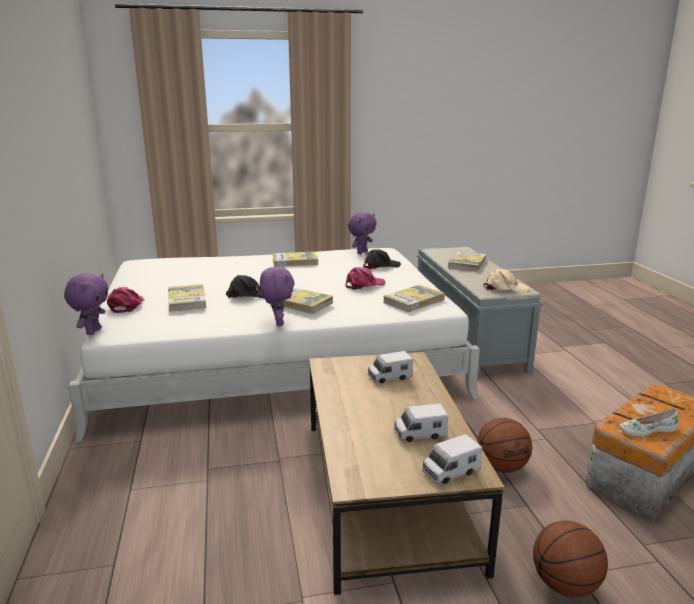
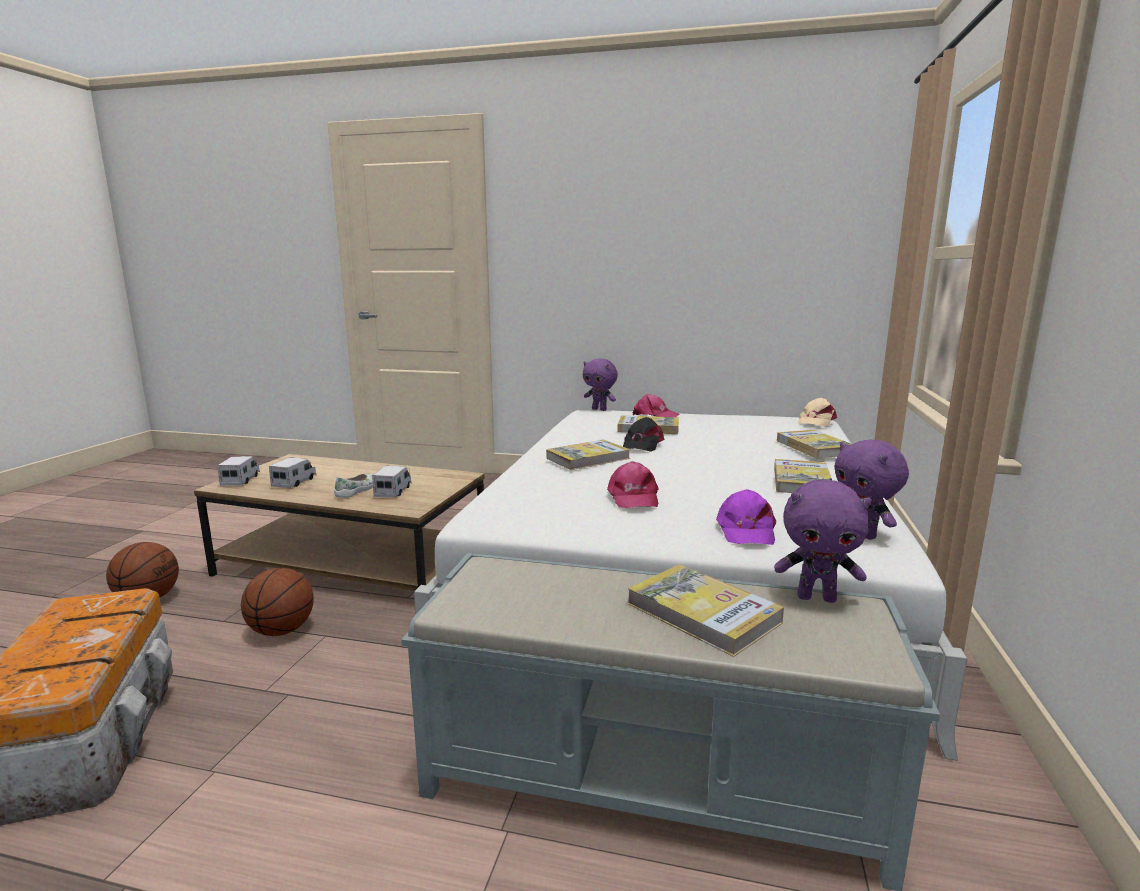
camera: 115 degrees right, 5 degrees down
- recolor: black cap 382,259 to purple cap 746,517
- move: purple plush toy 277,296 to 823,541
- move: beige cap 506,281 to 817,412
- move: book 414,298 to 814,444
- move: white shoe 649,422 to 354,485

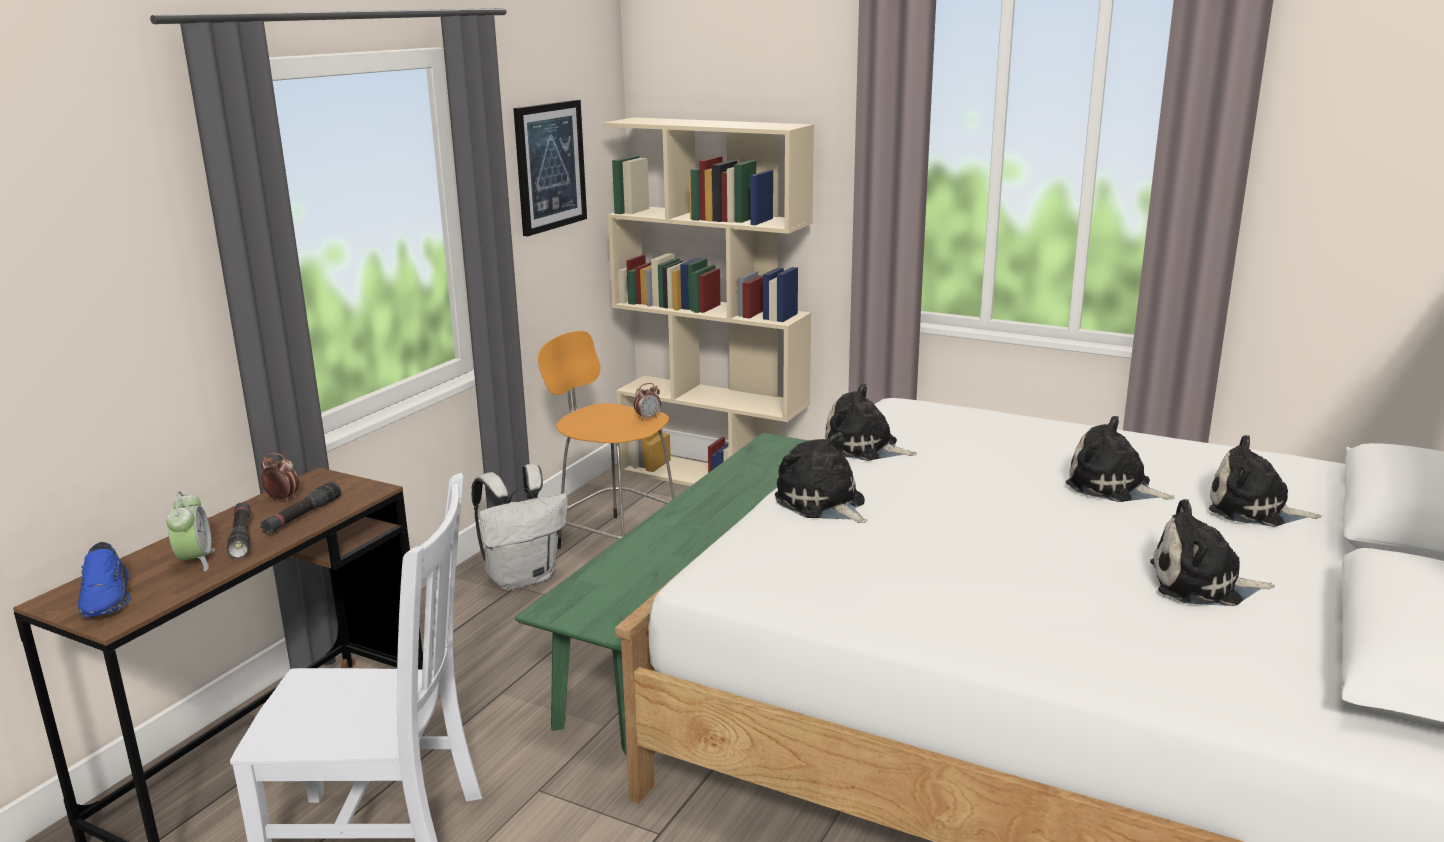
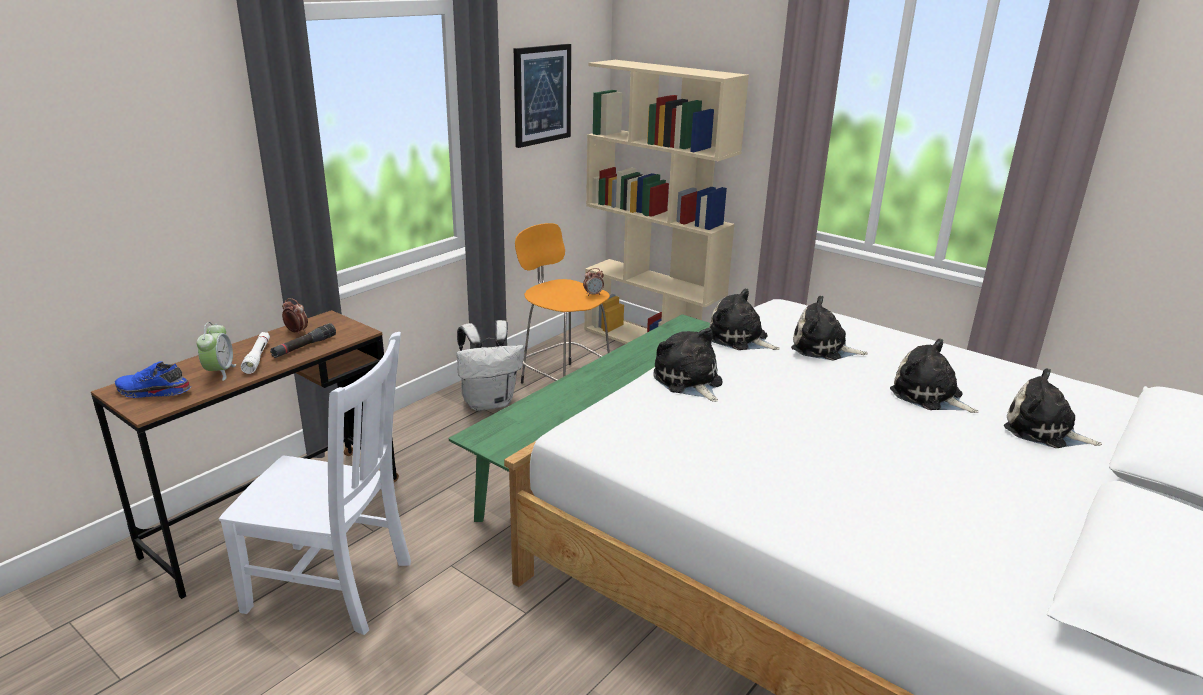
camera: 10 degrees right, 5 degrees up
- move: plush toy 1212,552 to 829,328
- recolor: black flashlight 238,530 to white flashlight 255,353
- rotate: blue shoe 104,580 = 153,379 105 degrees clockwise

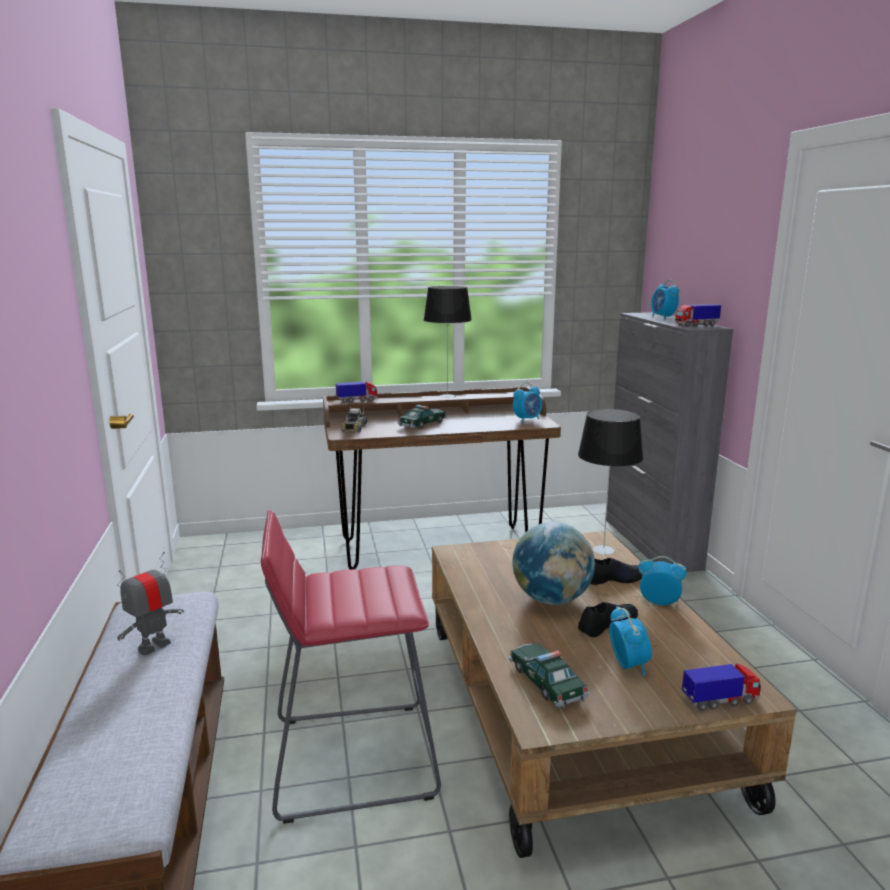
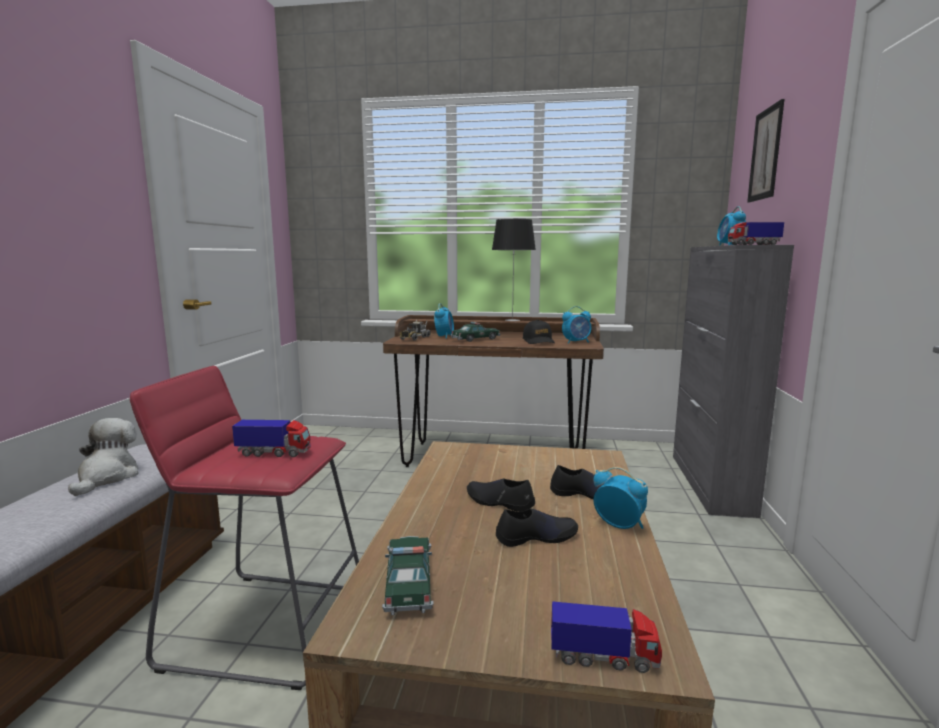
camera: 20 degrees right, 5 degrees down
- move: toy truck 356,392 to 271,438
- delete: table lamp 610,482
- replace: globe 553,563 to black shoe 501,495
- replace: toy robot 150,604 to plush toy 103,457
- move: alarm clock 630,641 to 444,321
- insert: picture 765,151
- insert: black cap 539,332

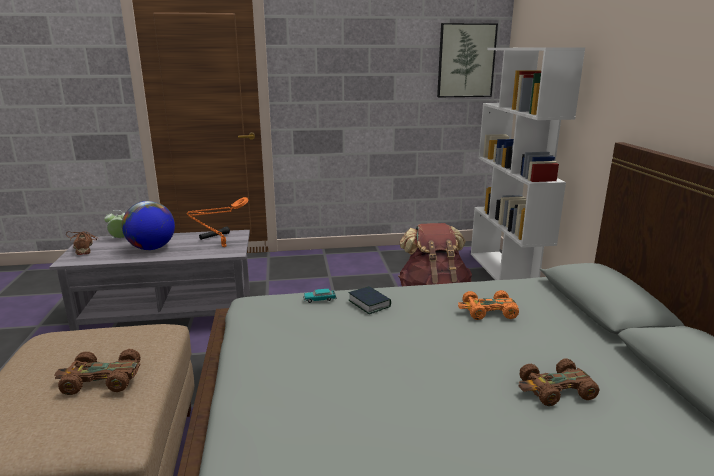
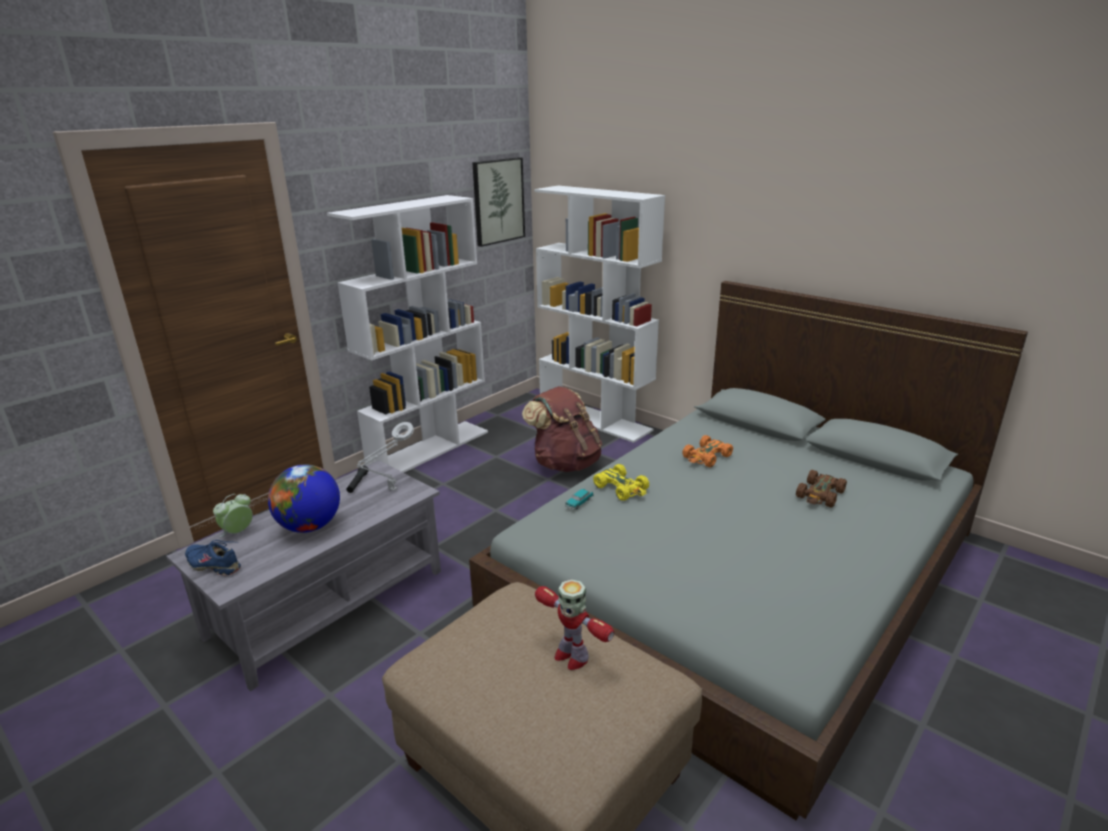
camera: 40 degrees left, 5 degrees up
- recolor: orange table lamp 218,222 to grey table lamp 385,456
- recolor: brown shoe 82,243 to blue shoe 213,558
- replace: book 370,300 to yellow toy car 621,482
- replace: brown toy car 97,372 to toy robot 574,624
- insert: white bookcase 407,334

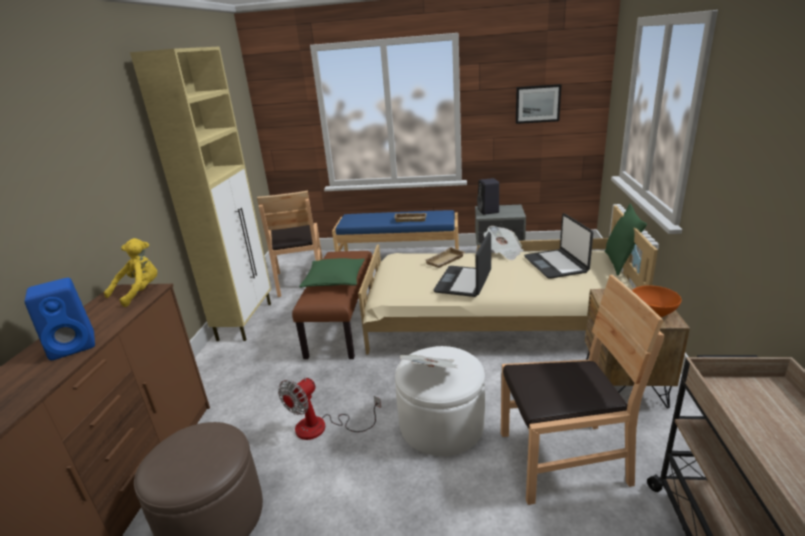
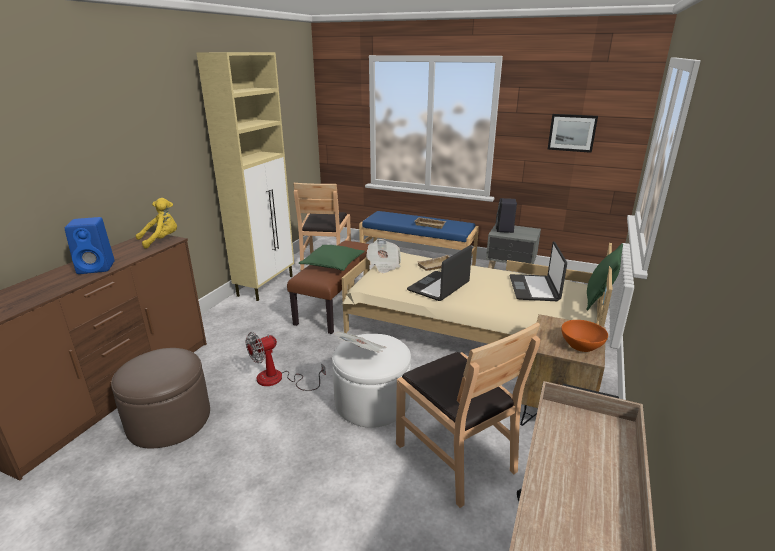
camera: 15 degrees right, 0 degrees up
- move: newspaper 504,243 to 383,256
- rotate: brown chair 582,390 = 468,415 45 degrees clockwise

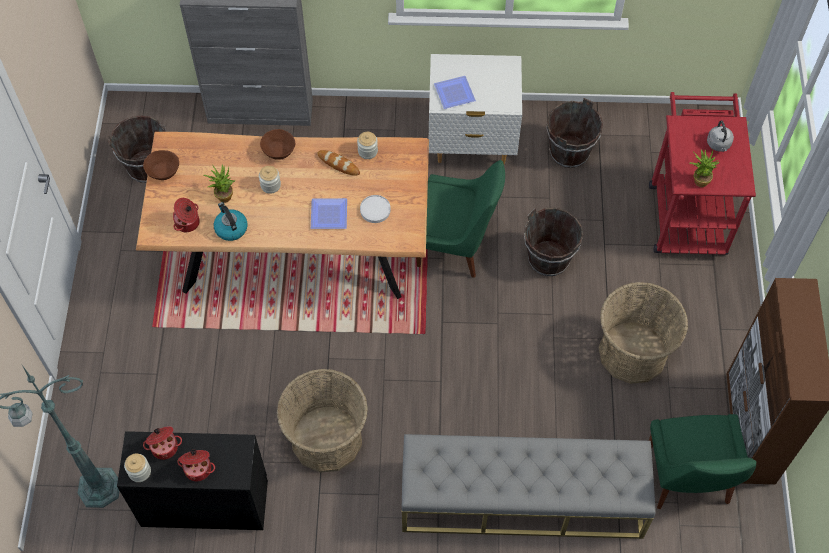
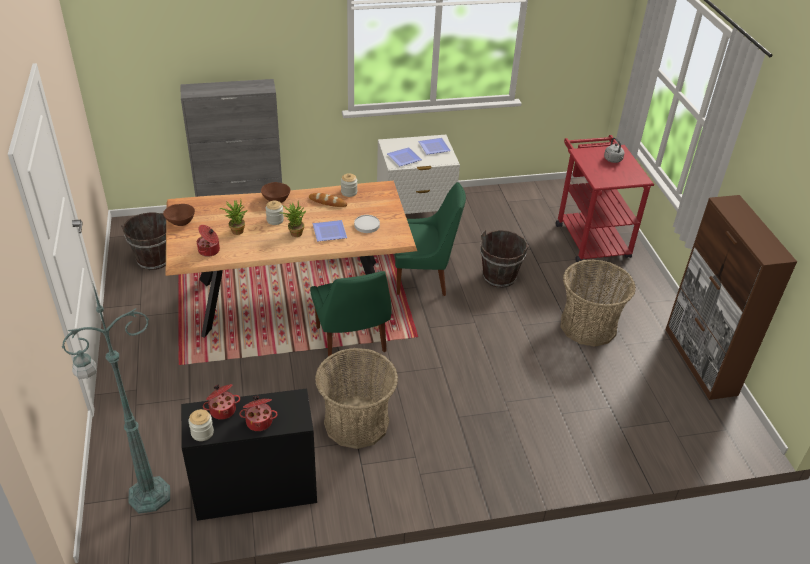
camera: 15 degrees left, 20 degrees down
- delete: brown bucket 574,133
- move: potted plant 704,168 to 293,219
- delete: kettle 230,221
- move: green chair 702,461 to 351,315
- delete: grey bench 529,486
- insert: plate 434,146

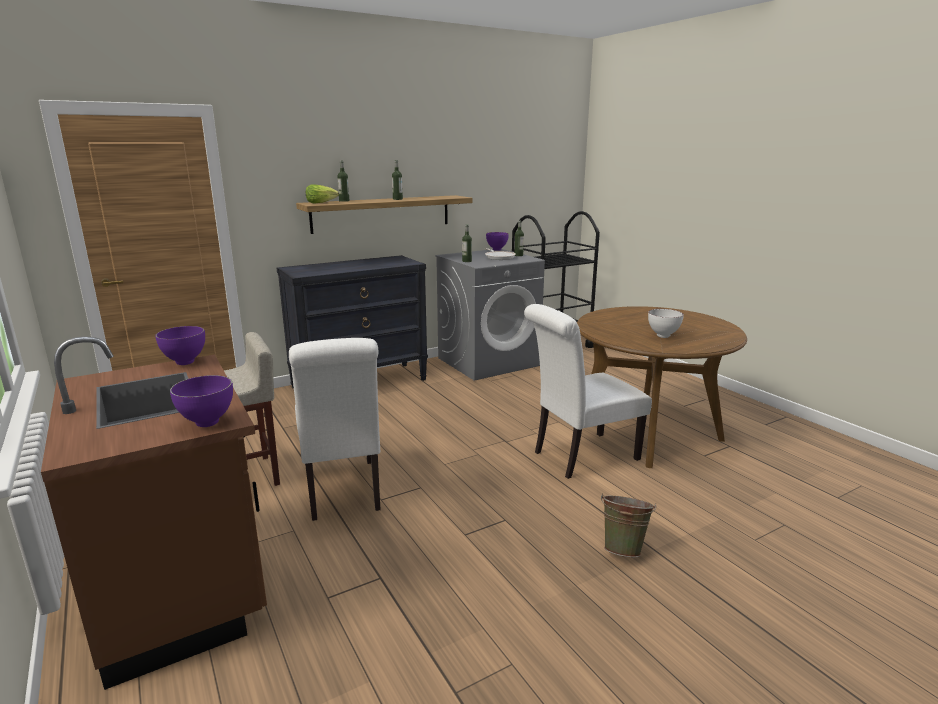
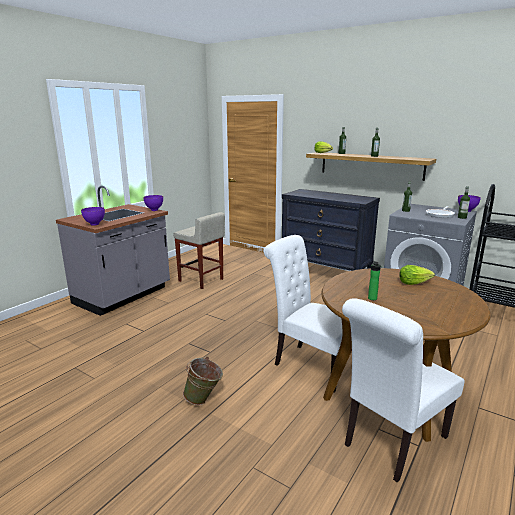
camera: 65 degrees right, 0 degrees up
- replace: white bowl 666,323 to bottle 375,280
- recolor: brown counter 154,513 to grey counter 113,251
- move: white chair 335,429 to 403,390
- insert: lettuce 417,275

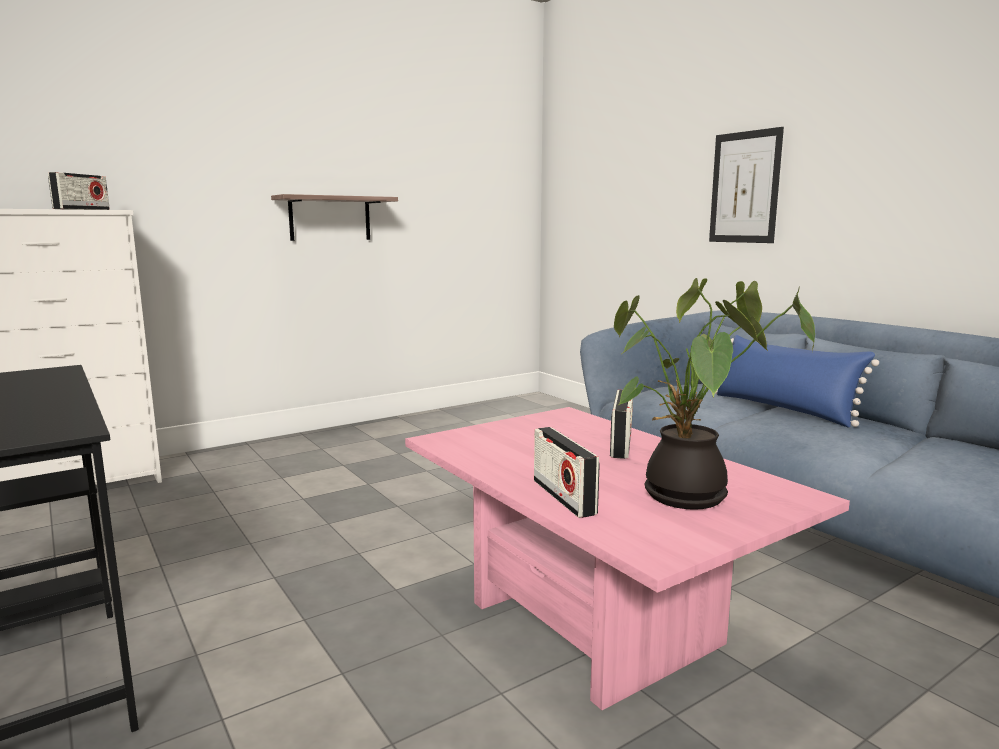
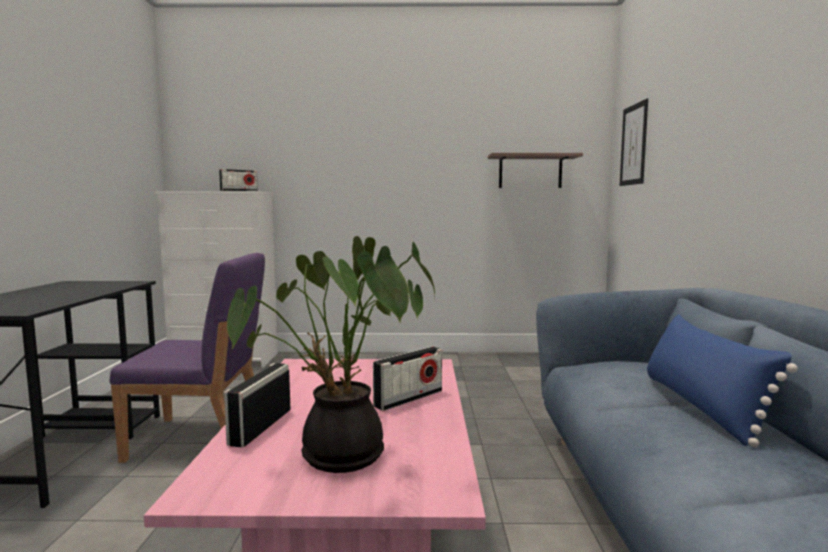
camera: 35 degrees right, 5 degrees down
- move: picture 746,185 to 634,142
- move: shelf 334,217 to 535,170
- insert: purple chair 187,358

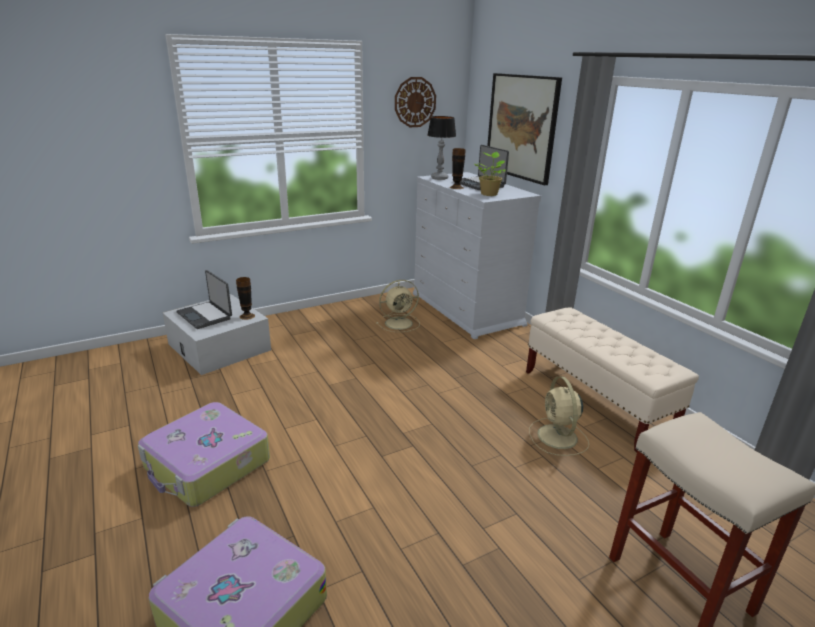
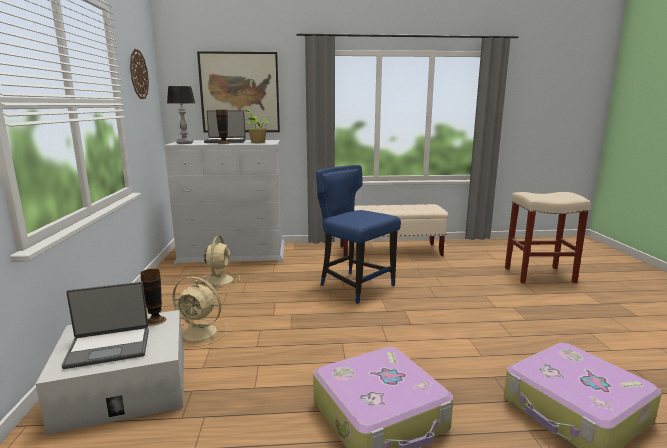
camera: 65 degrees left, 10 degrees down
- move: beige fan 559,416 to 200,311
- insert: blue chair 358,234

